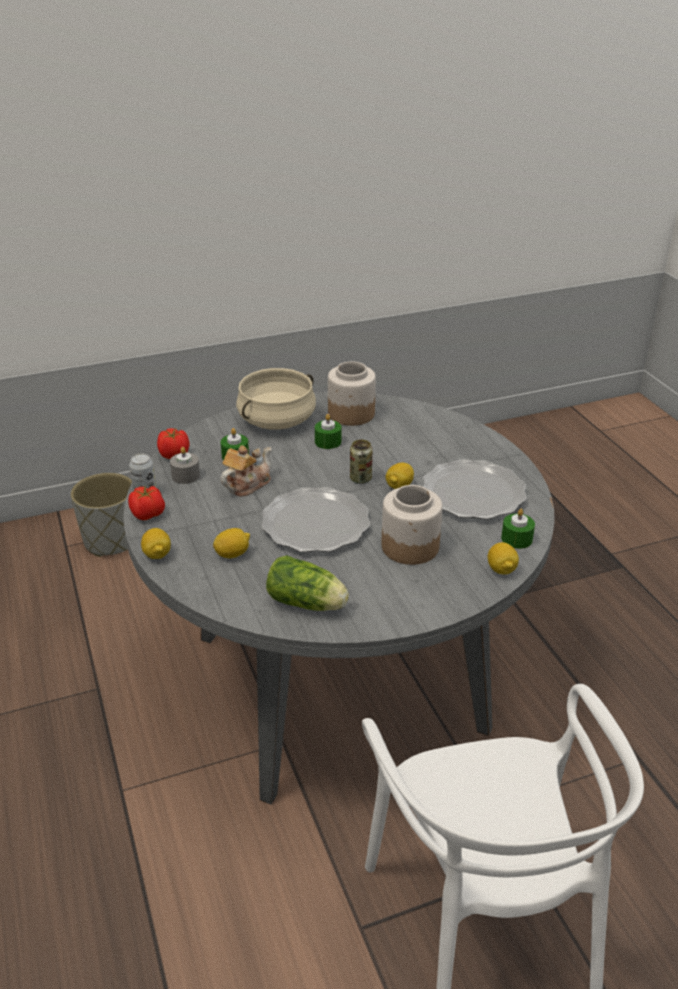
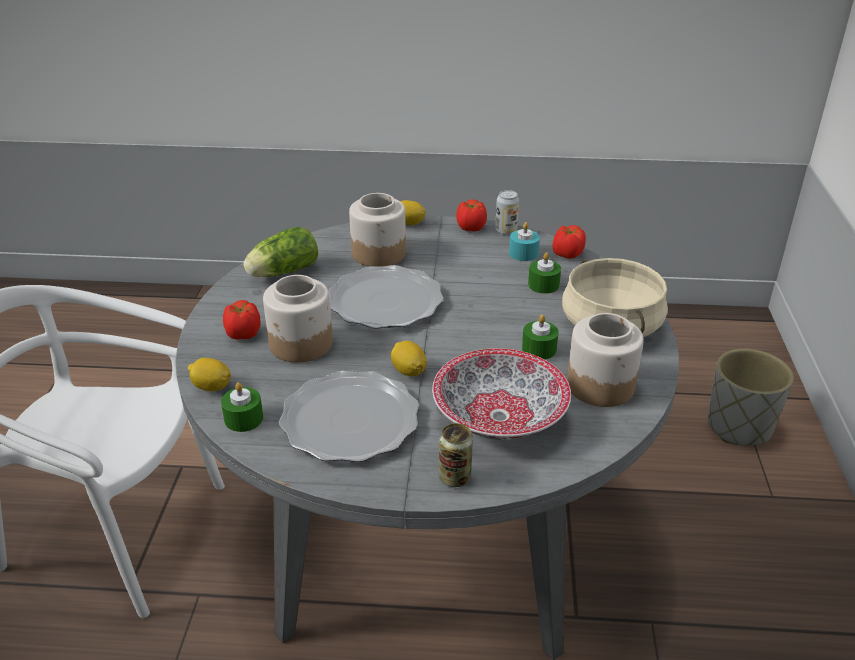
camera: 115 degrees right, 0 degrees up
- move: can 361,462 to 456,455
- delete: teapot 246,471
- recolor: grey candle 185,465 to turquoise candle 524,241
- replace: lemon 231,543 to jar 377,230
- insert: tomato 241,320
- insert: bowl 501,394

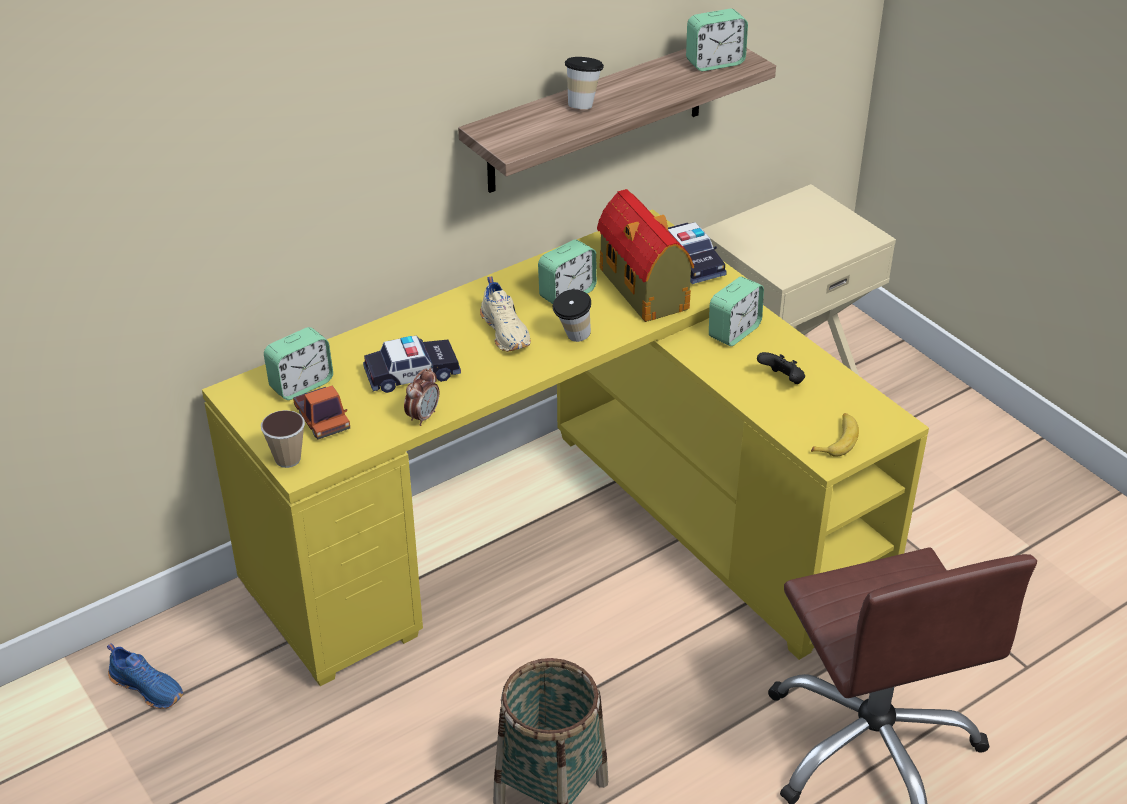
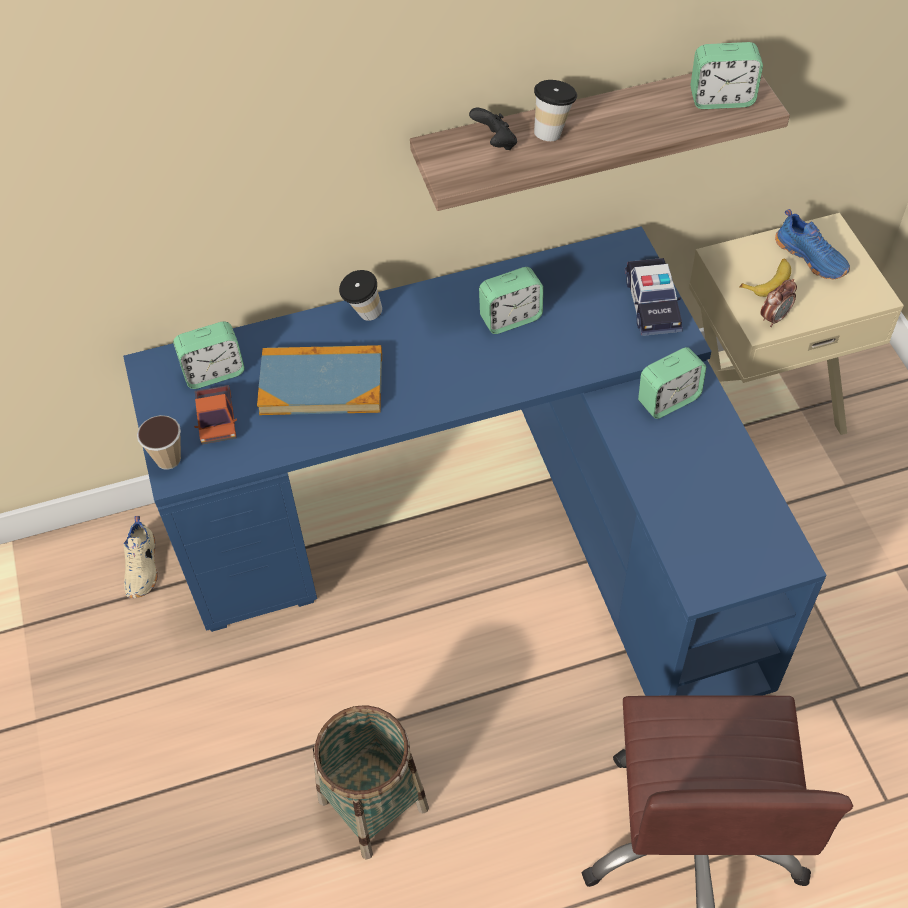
camera: 20 degrees right, 15 degrees up
- delete: toy house 645,255
- recolor: yellow desk 565,447 to blue desk 475,461
- move: beige shoe 505,314 to 141,557
- move: cup 571,315 to 360,295
- replace: toy car 412,364 to book 319,380
- move: black game controller 781,368 to 493,129
- move: alarm clock 421,397 to 778,303
- move: banana 835,435 to 765,278
- move: blue shoe 145,676 to 812,244

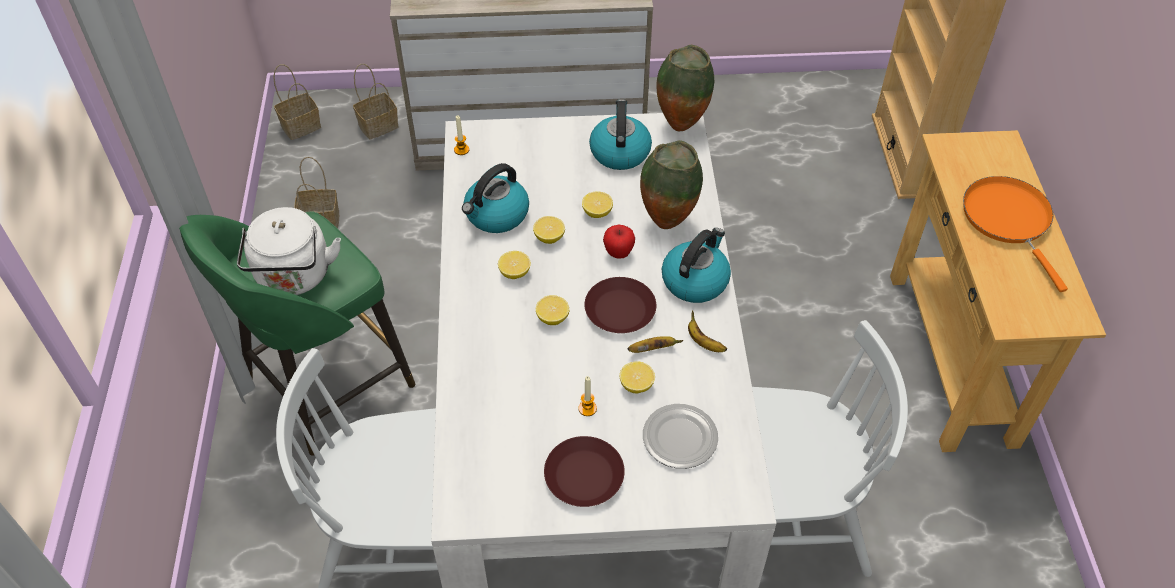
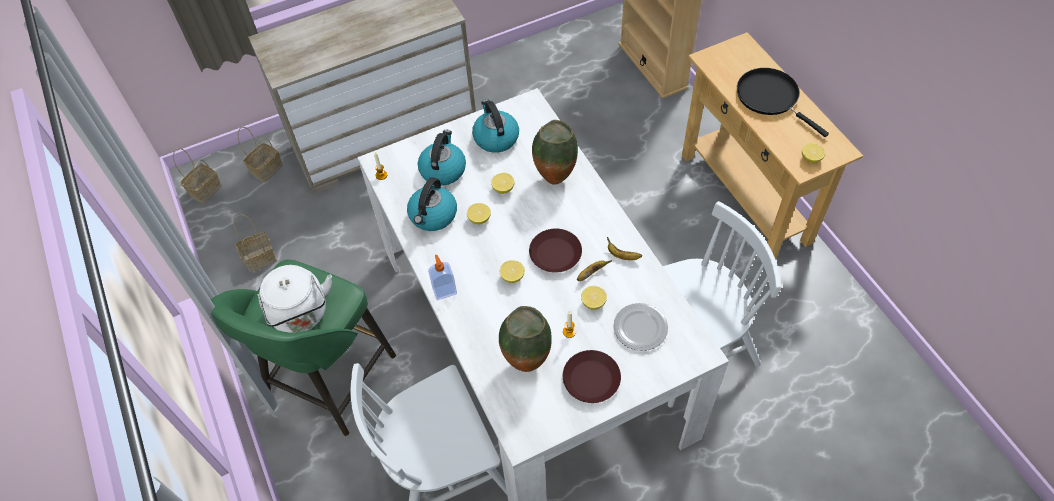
camera: 20 degrees left, 5 degrees up
- move: vase 685,88 to 525,339
- recolor: orange frying pan 1015,234 to black frying pan 783,102
- delete: apple 619,241
- move: kettle 696,265 to 442,158
- move: lemon 514,265 to 813,153
- insert: soap dispenser 442,277

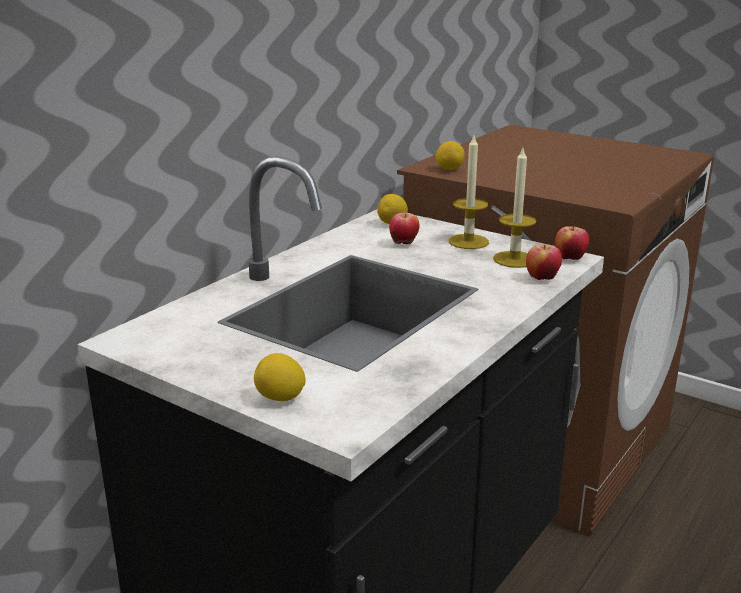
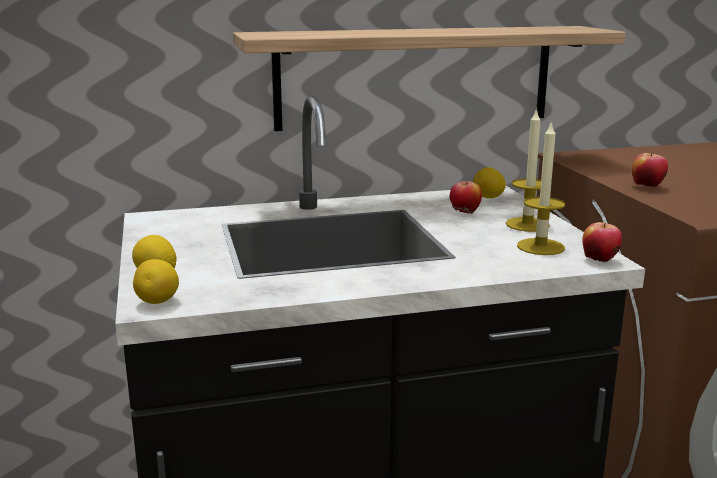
camera: 40 degrees right, 5 degrees down
- move: lemon 450,155 to 156,281
- move: apple 544,262 to 650,170
- insert: shelf 429,78

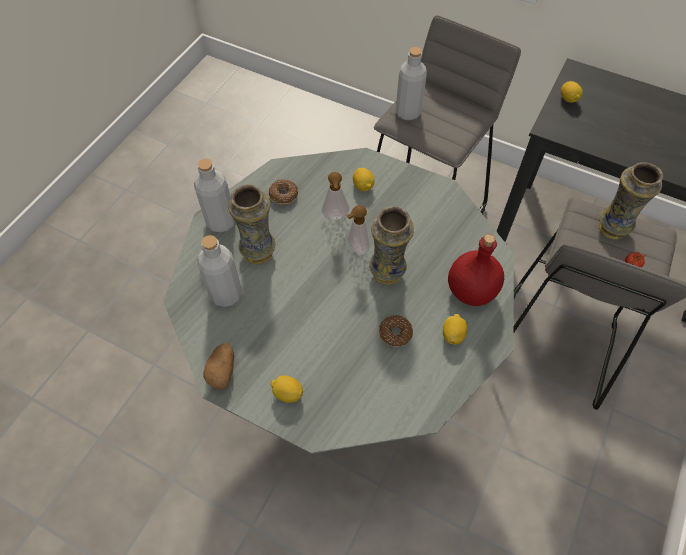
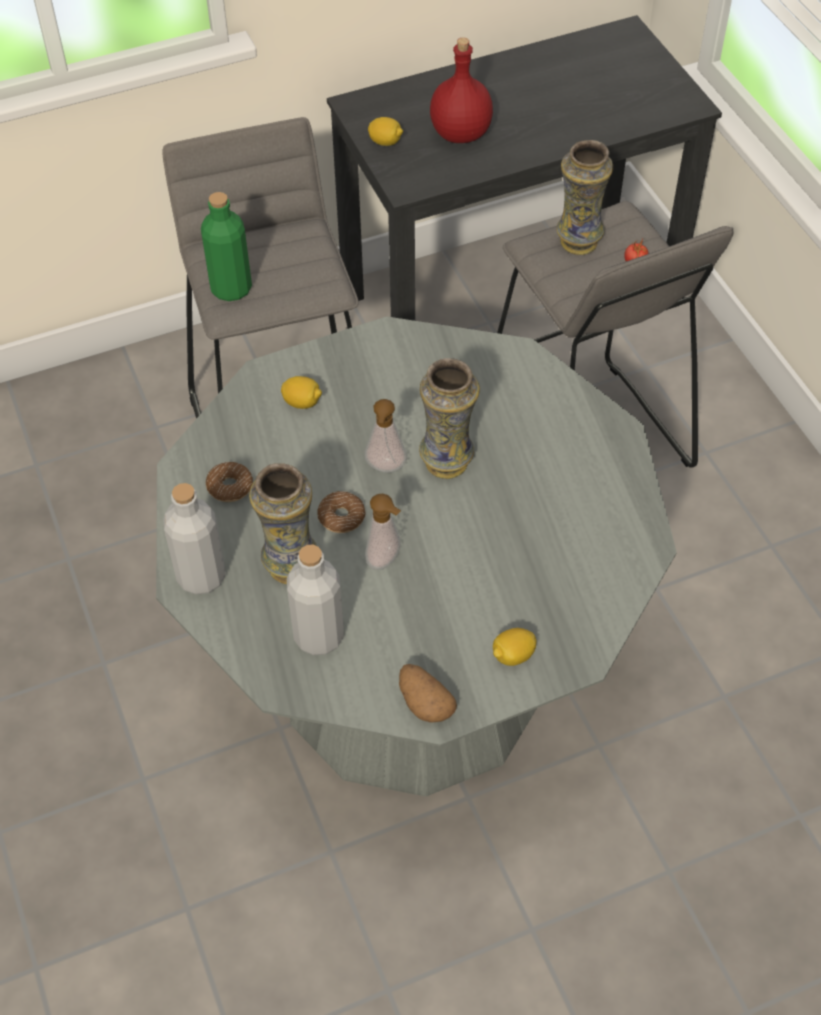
camera: 50 degrees left, 5 degrees down
- recolor: grey bottle 411,83 to green bottle 226,246
- move: soap dispenser 335,196 to 383,532
- move: red bottle 476,270 to 461,90
- delete: lemon 455,329
- move: donut 396,331 to 342,512

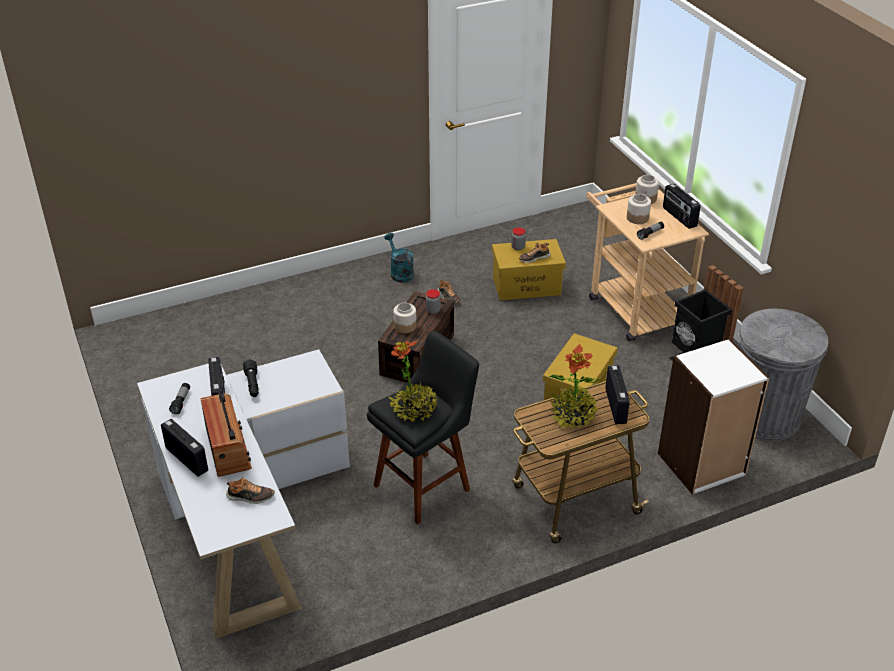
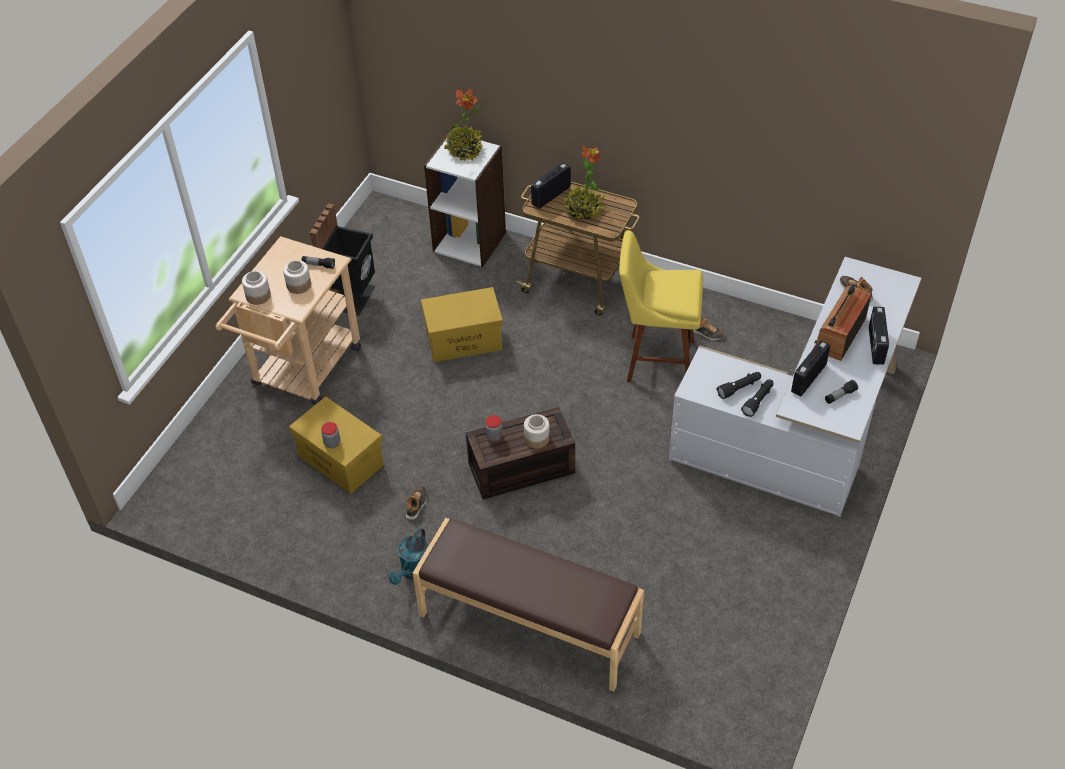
camera: 130 degrees left, 10 degrees up
- delete: radio 682,206
- move: shoe 535,253 to 709,329
- delete: grey trash can 783,375
- recolor: black stool 423,428 to yellow stool 661,306
- move: potted plant 413,381 to 463,125
- insert: black flashlight 739,385
- insert: brown bench 528,605

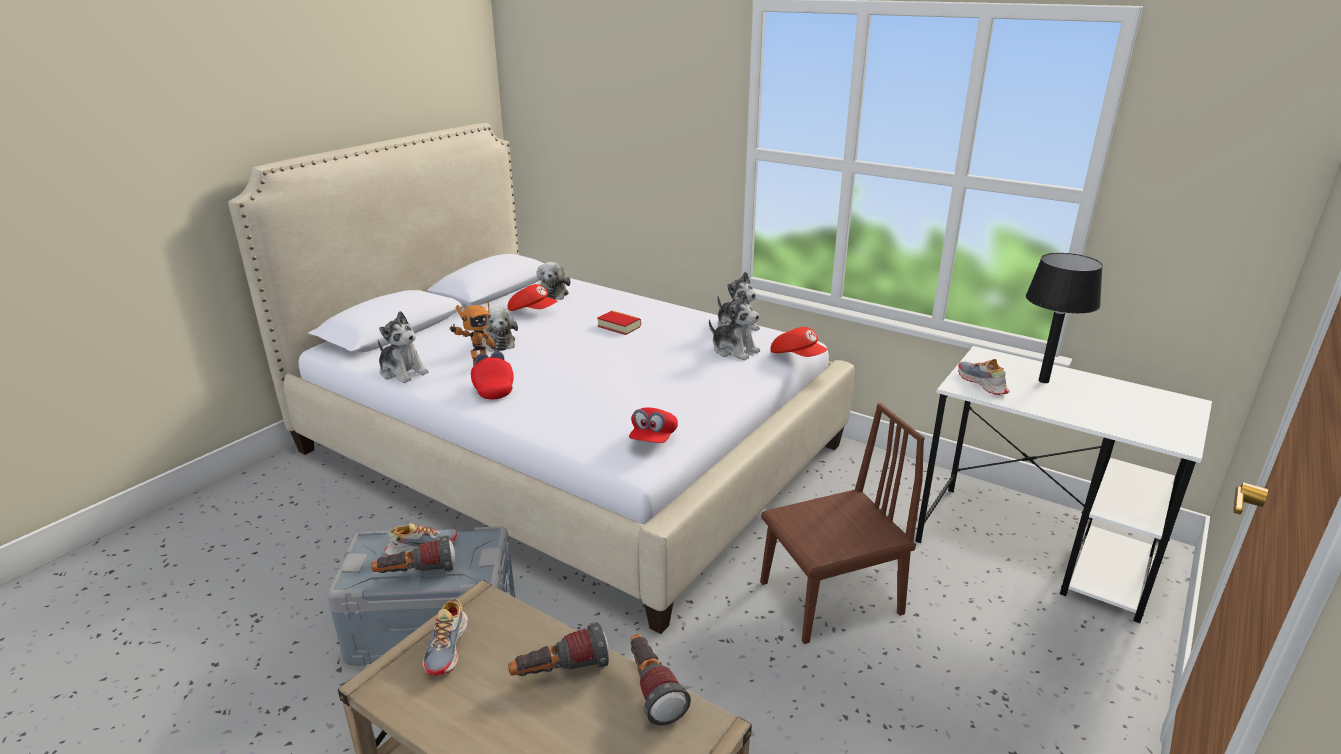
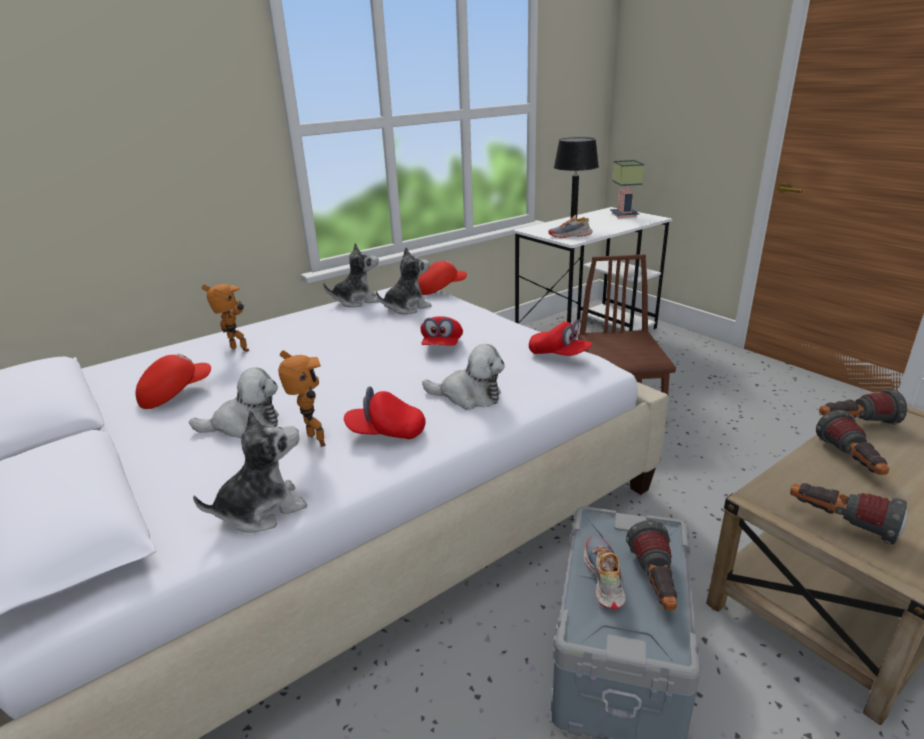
camera: 70 degrees left, 0 degrees up
- move: plush toy 553,281 to 463,377
- delete: book 619,323
- replace: shoe 445,637 to flashlight 849,513
- insert: table lamp 627,189
- insert: toy robot 225,318
- insert: red cap 442,331

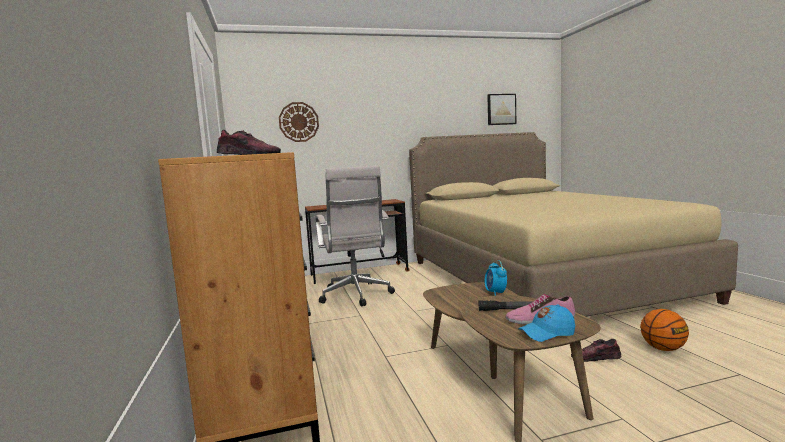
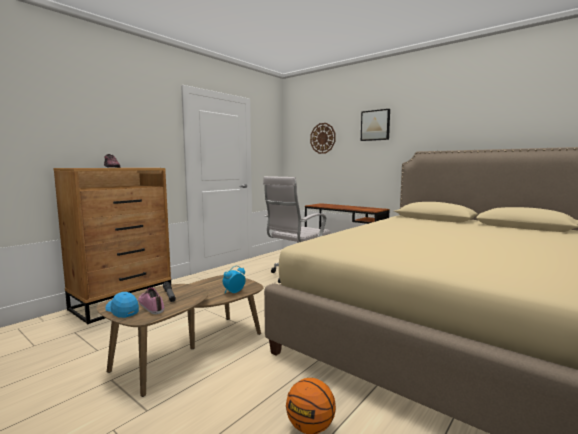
camera: 55 degrees right, 0 degrees up
- move: picture 501,109 to 375,125
- delete: shoe 596,350

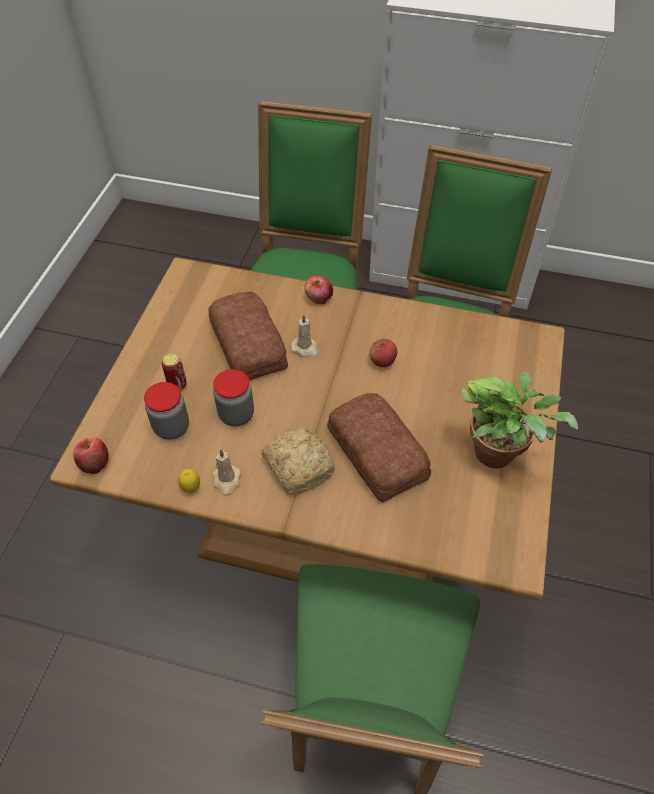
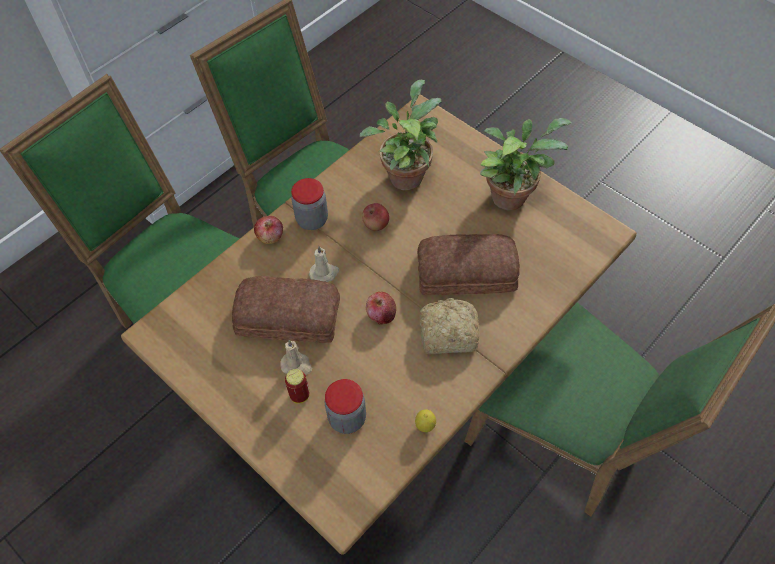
camera: 60 degrees left, 5 degrees up
- move: jar 233,398 to 309,204
- move: apple 91,455 to 381,308
- move: beige candle 227,472 to 296,357
- insert: potted plant 401,135

